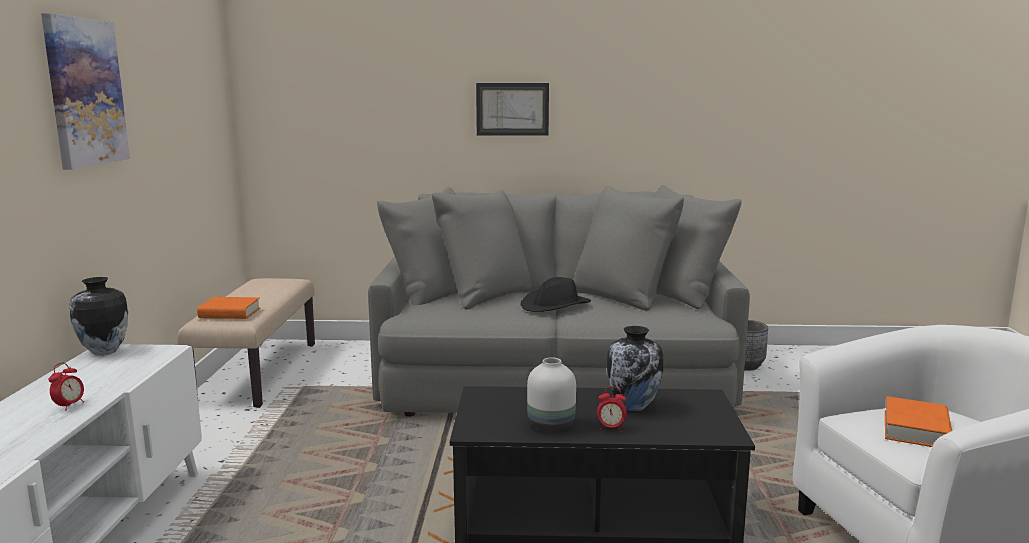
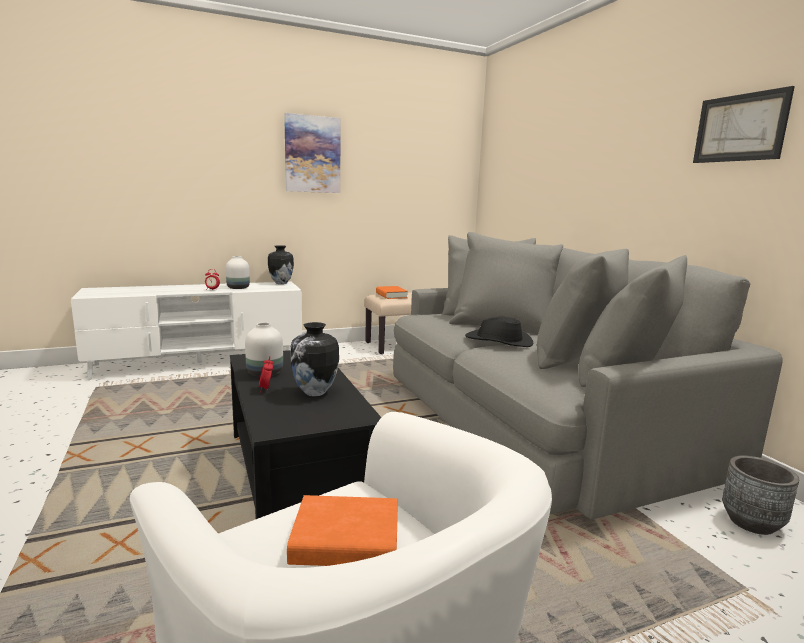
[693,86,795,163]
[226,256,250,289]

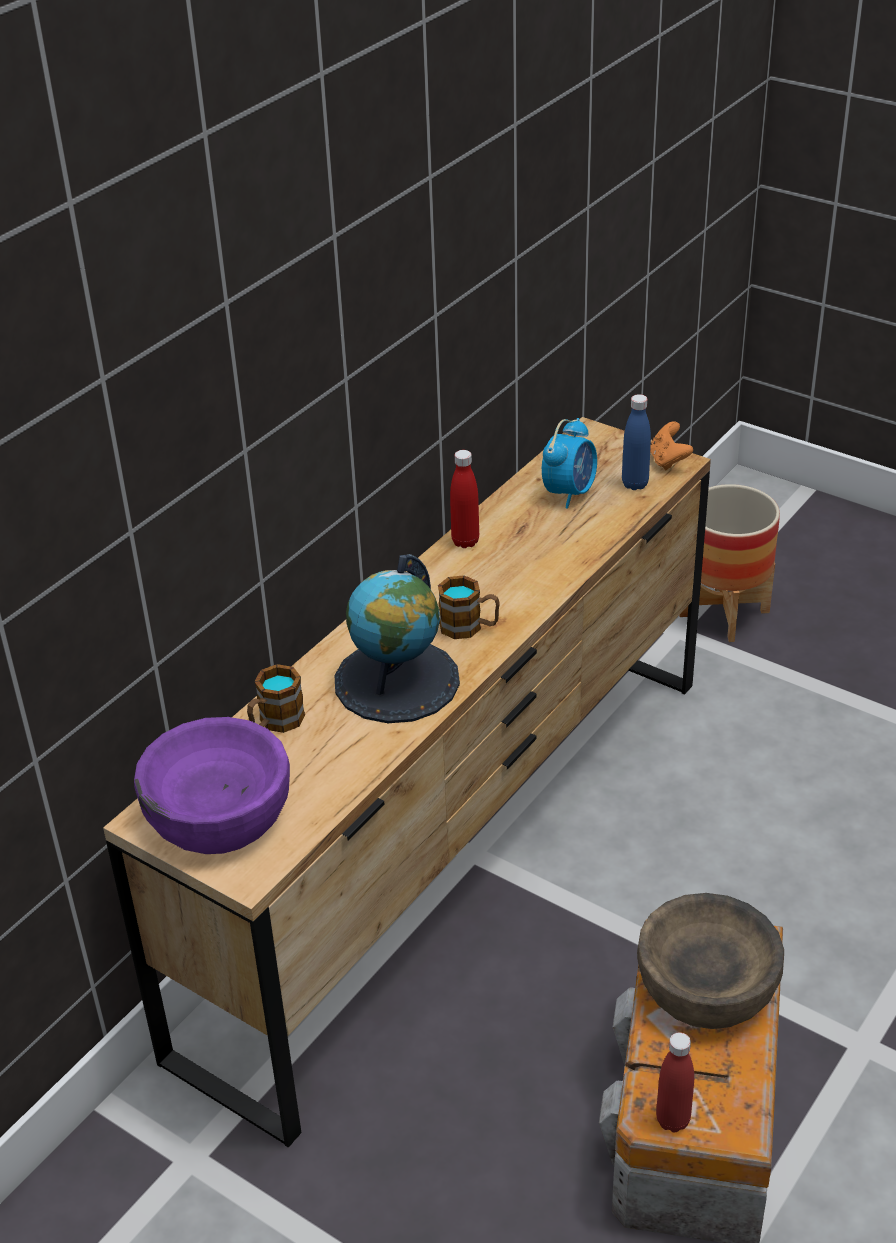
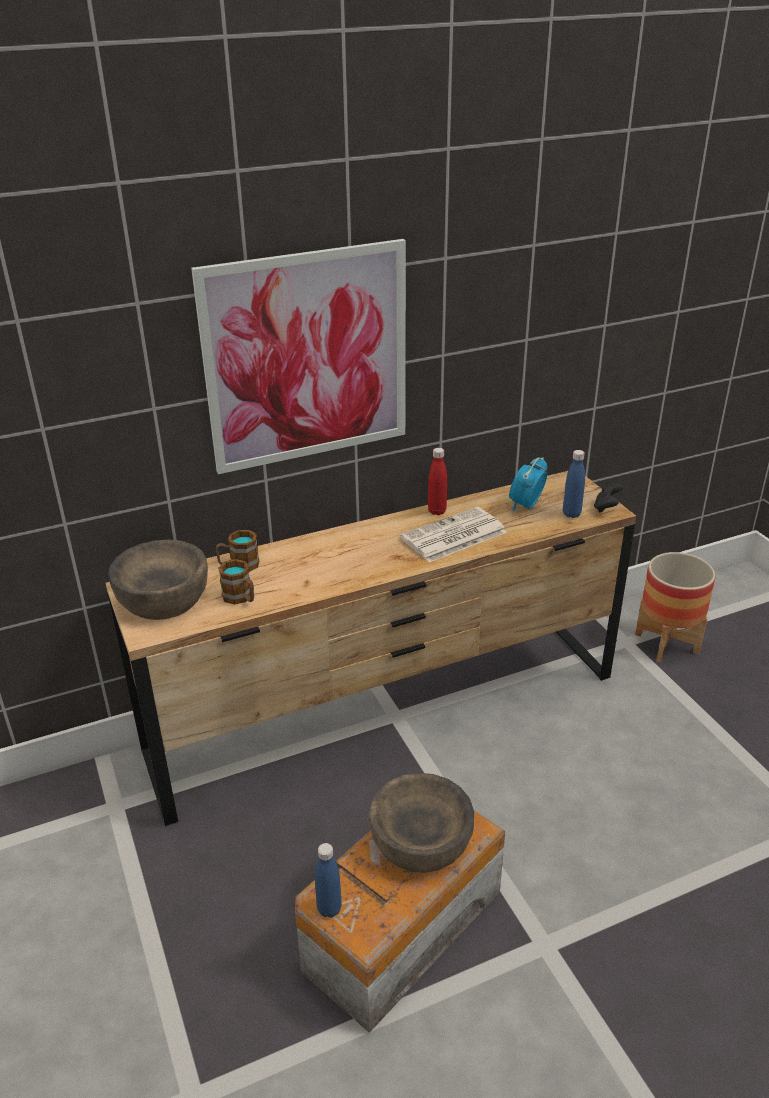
[108,539,208,620]
[335,554,460,723] (first image)
[218,559,254,605]
[509,457,547,511]
[594,483,623,513]
[315,843,342,918]
[191,239,406,474]
[400,507,507,563]

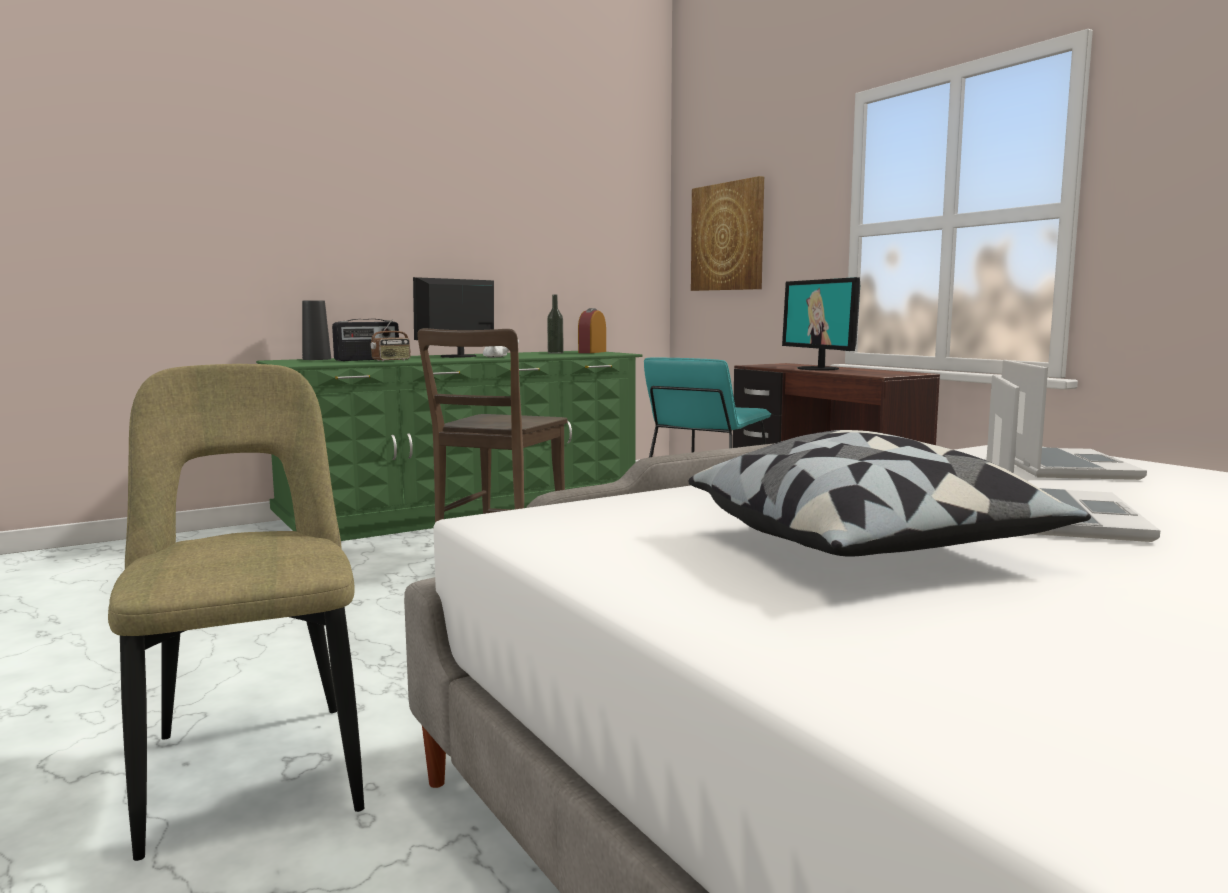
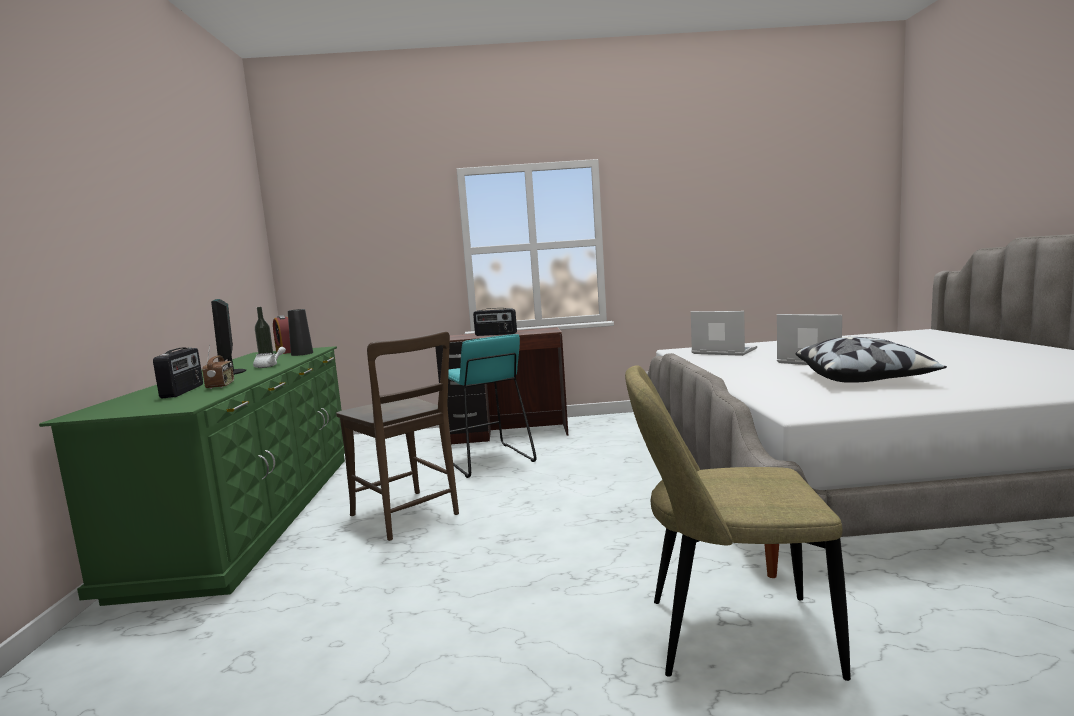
[288,309,313,356]
[691,176,764,291] (first image)
[473,308,517,336]

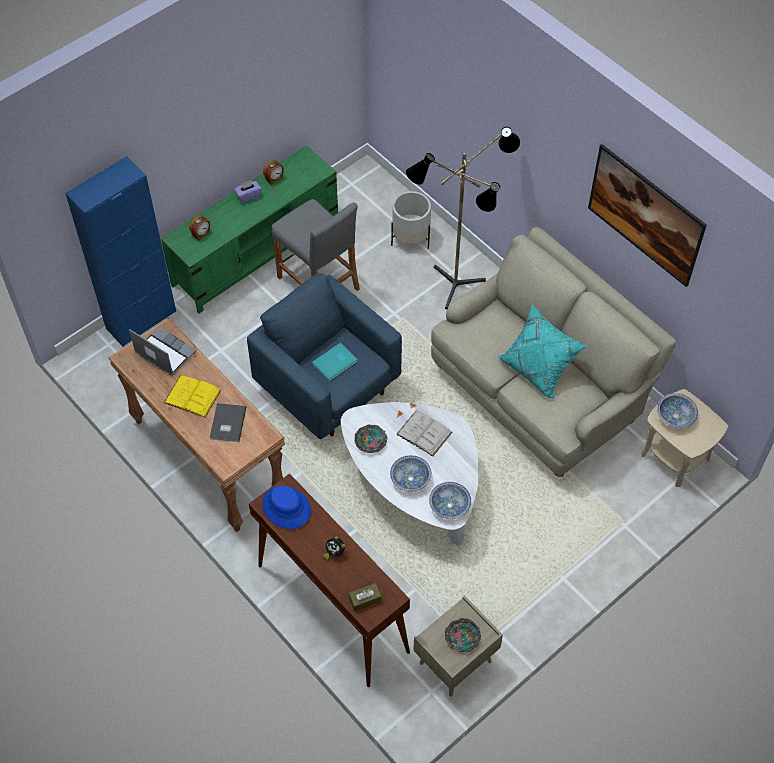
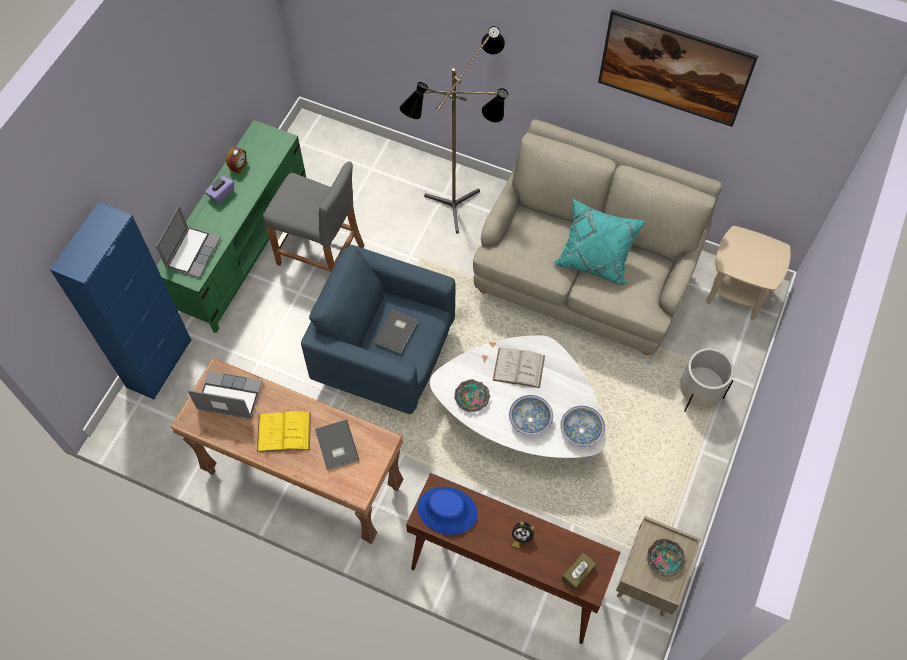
[156,206,221,278]
[374,310,418,354]
[680,348,734,412]
[657,393,698,428] (first image)

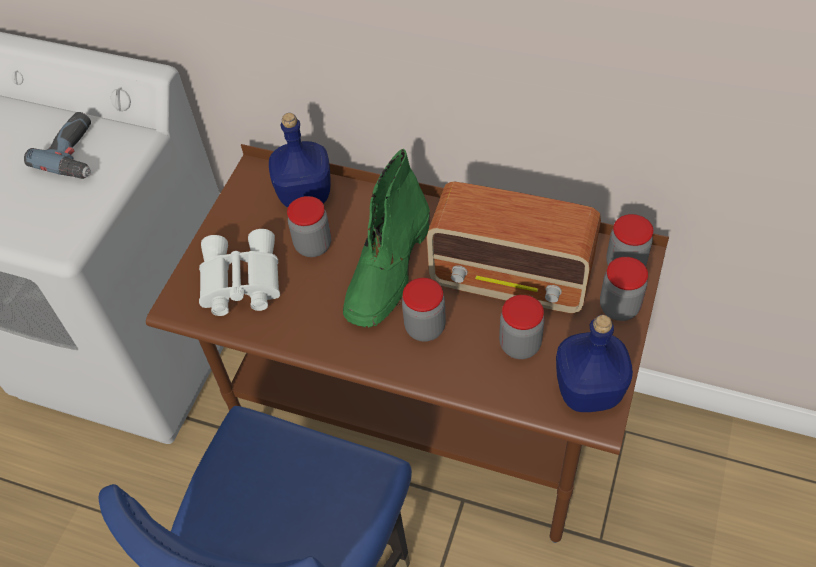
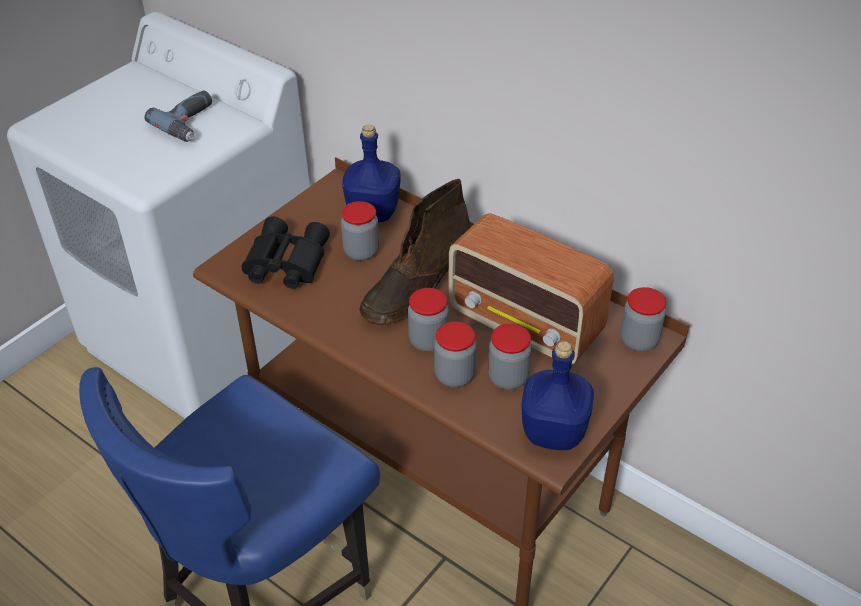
[241,216,330,289]
[359,179,471,326]
[434,322,477,387]

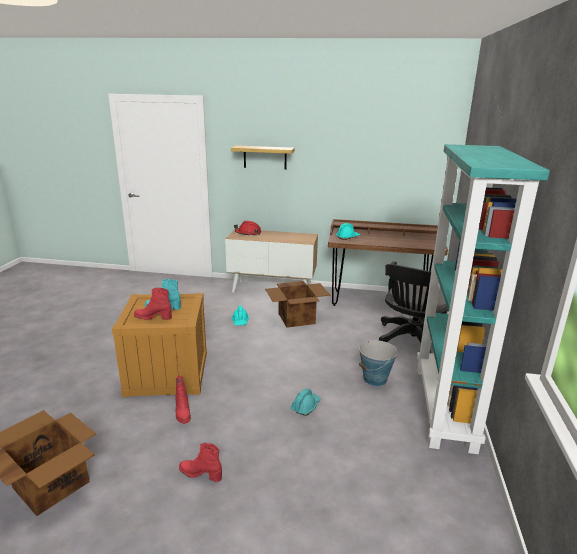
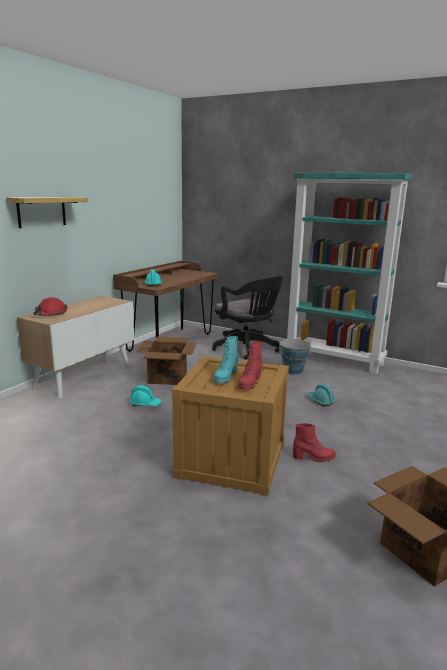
[179,443,222,482] (first image)

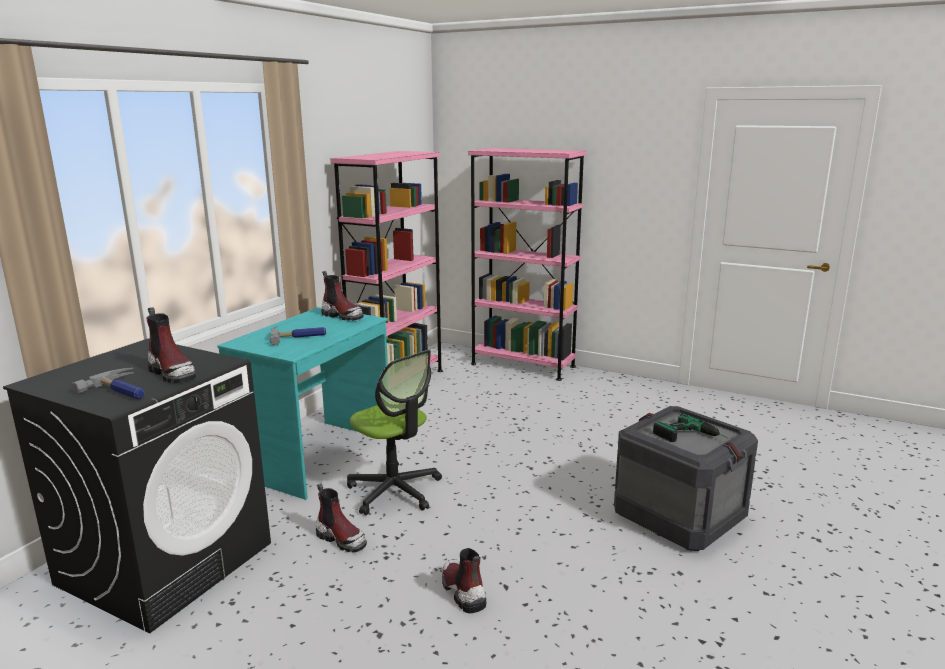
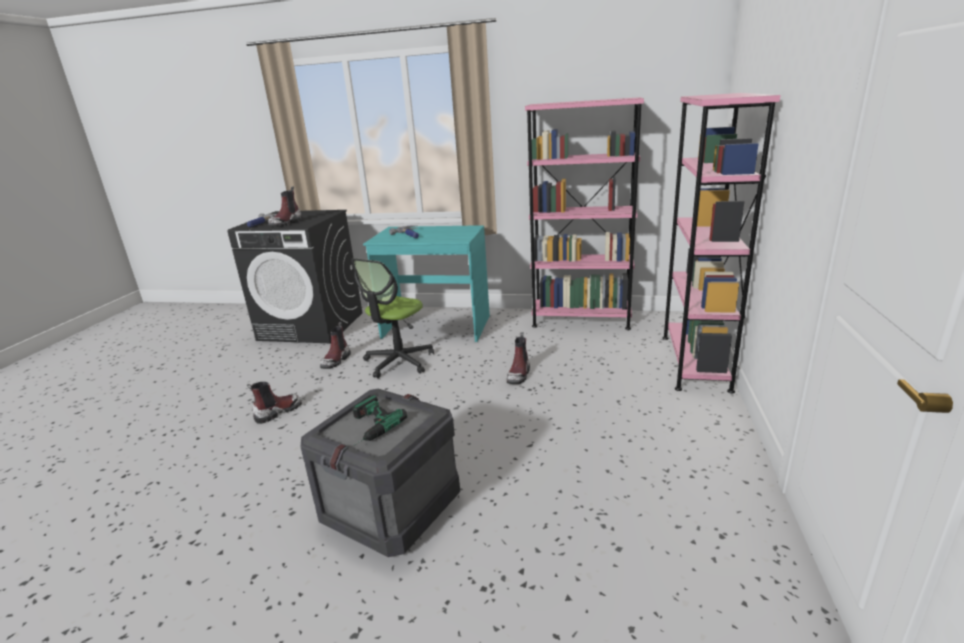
[507,332,530,384]

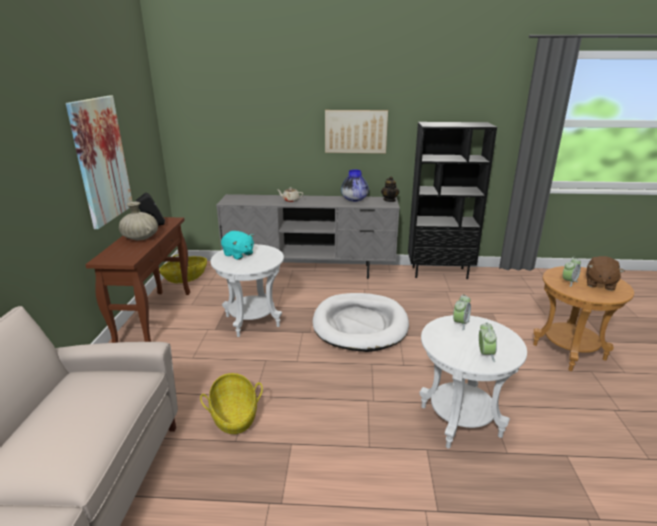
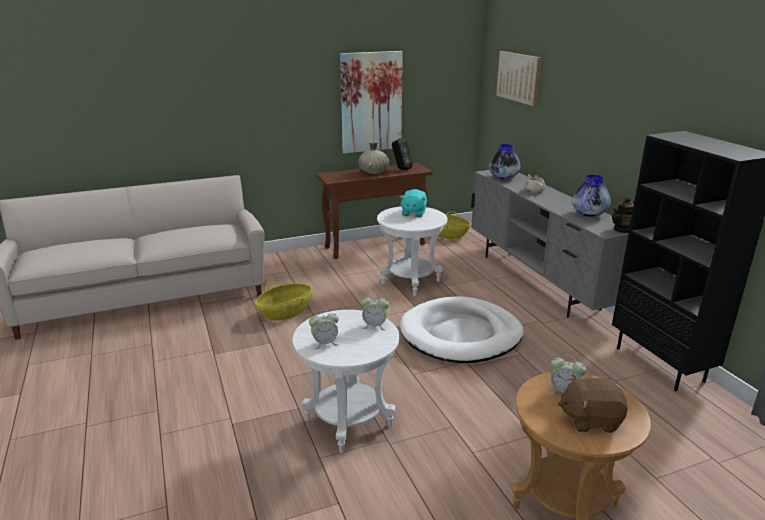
[496,51,542,106]
[489,144,520,179]

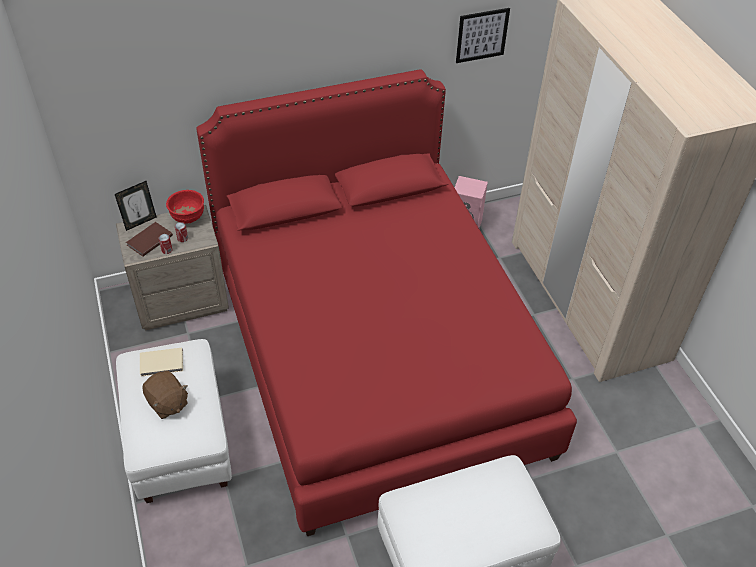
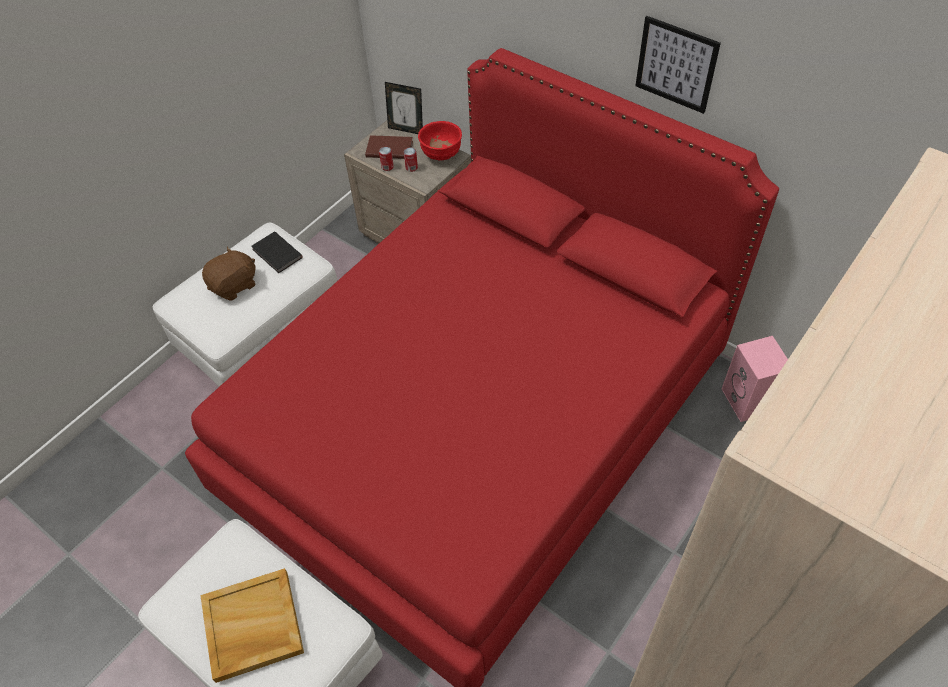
[251,232,303,273]
[202,247,256,300]
[635,16,721,114]
[200,568,304,683]

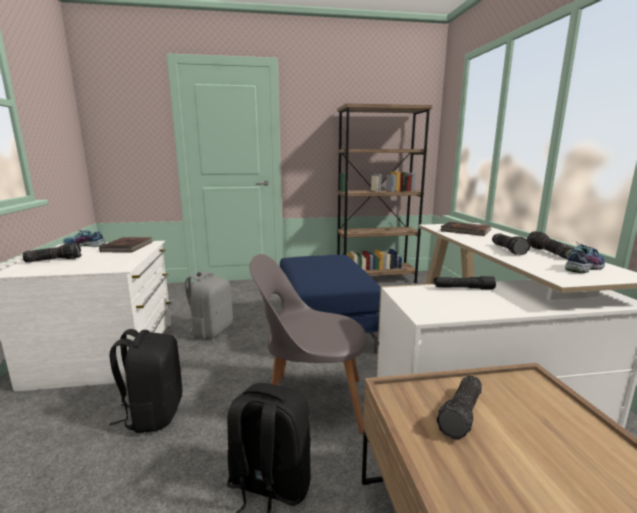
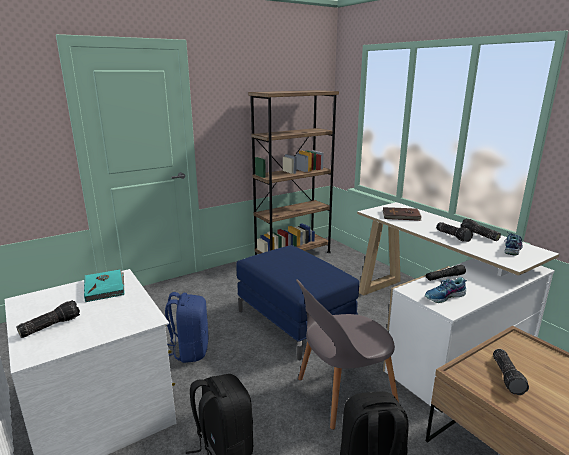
[425,277,467,303]
[84,270,125,302]
[165,292,209,363]

